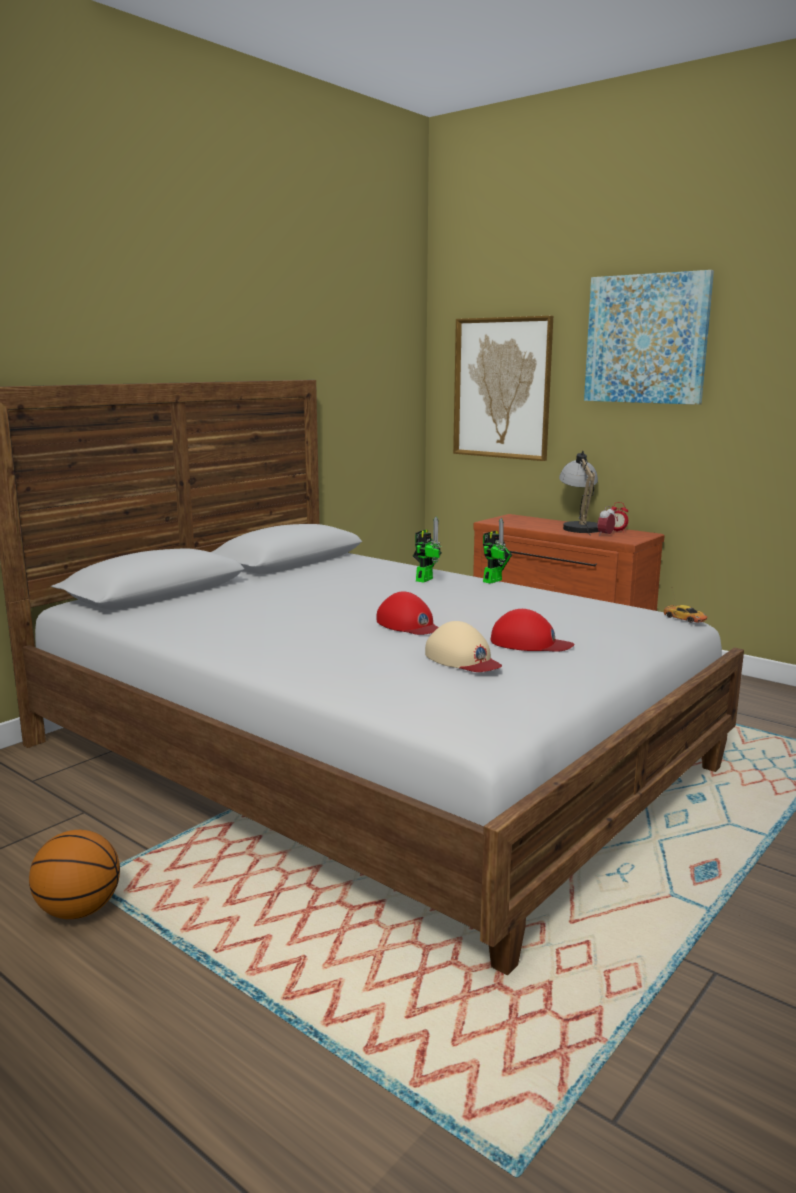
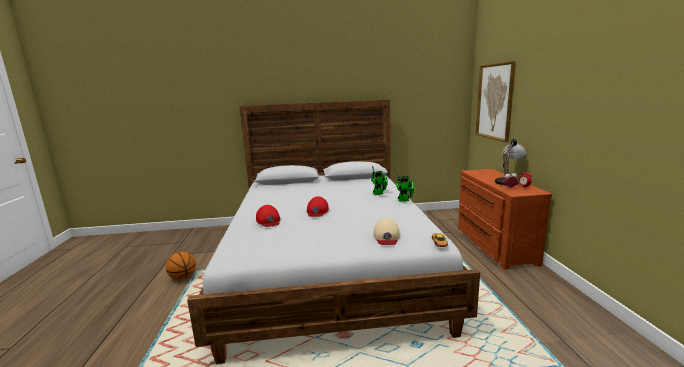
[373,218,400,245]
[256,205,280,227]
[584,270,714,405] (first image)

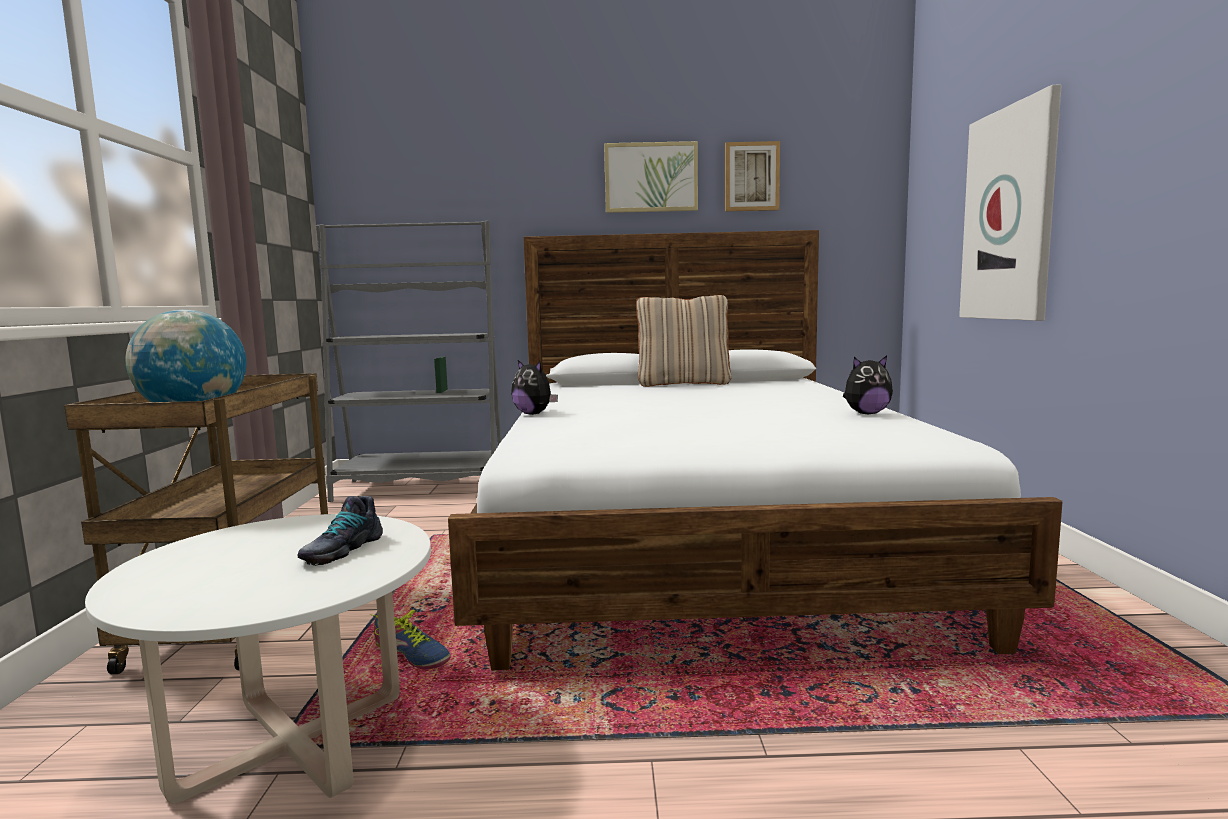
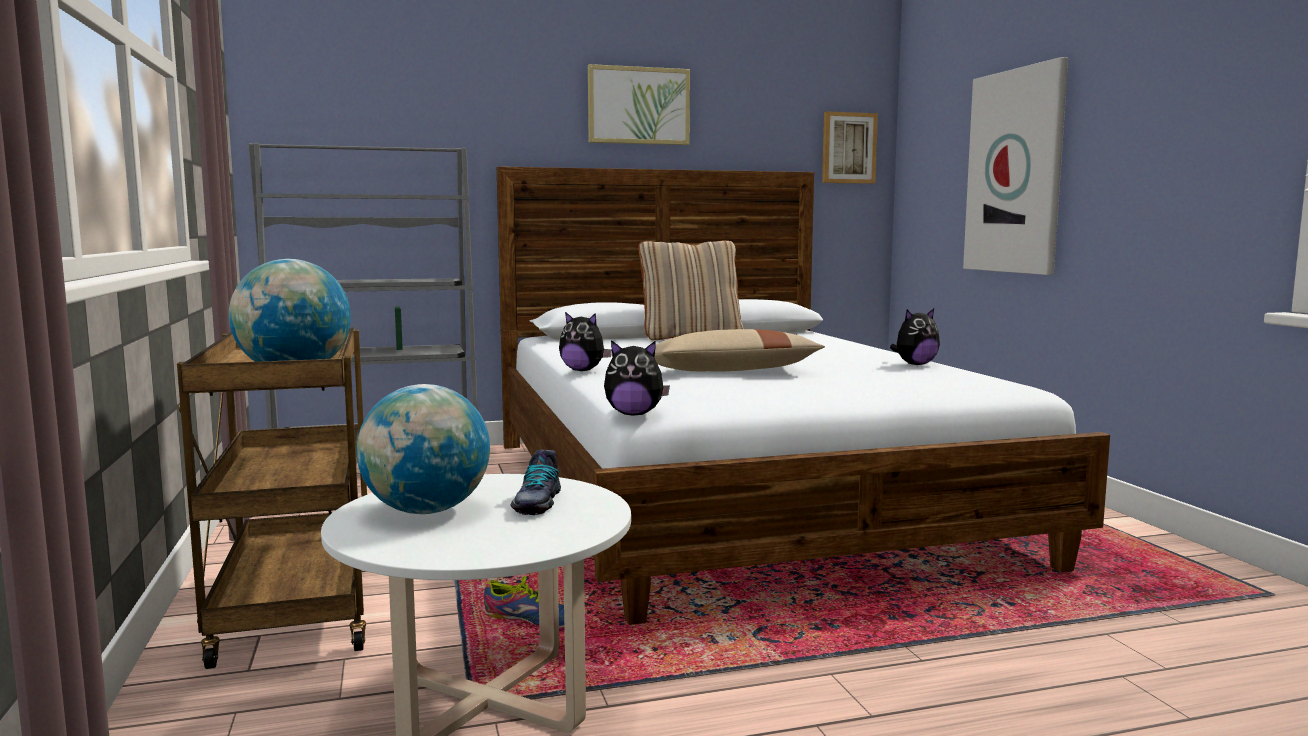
[822,111,878,184]
[356,384,490,514]
[604,340,670,416]
[655,329,825,371]

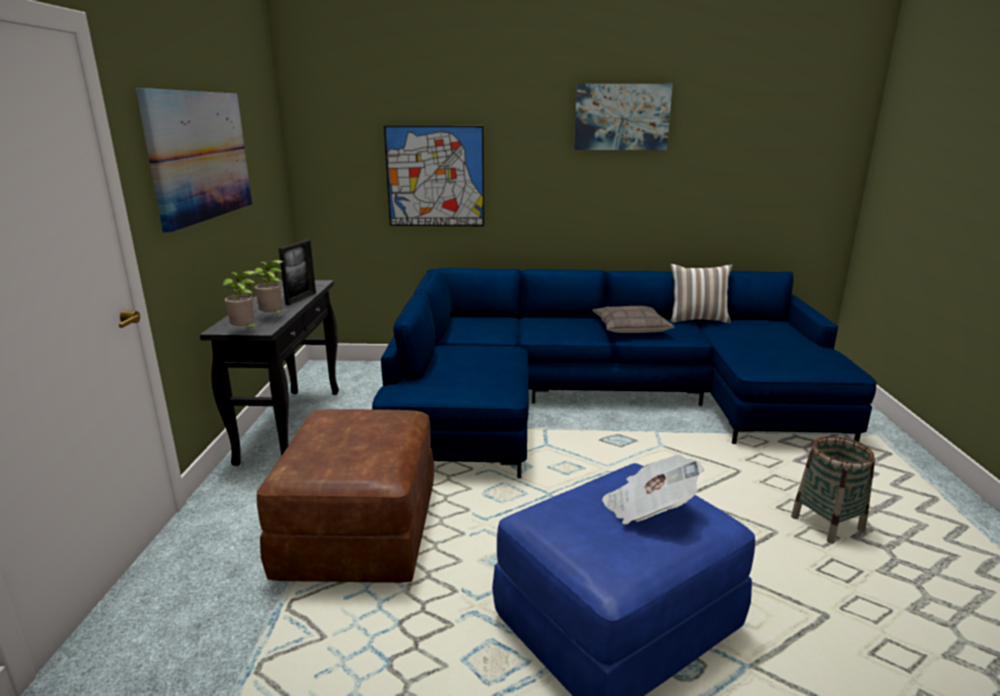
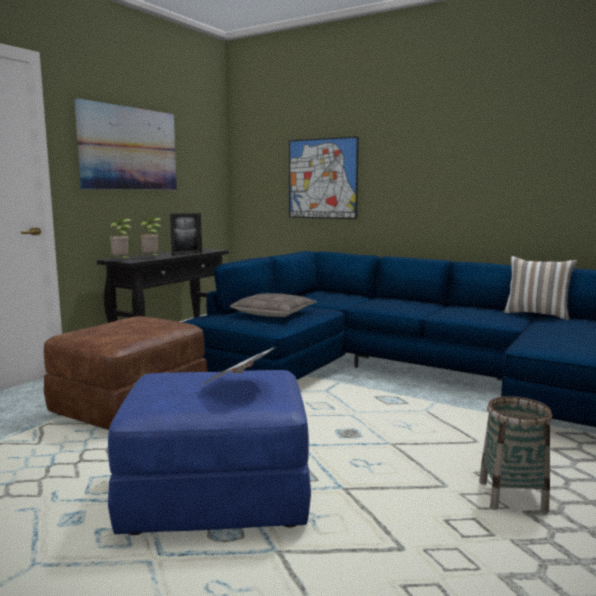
[574,84,673,150] (first image)
[230,293,317,317]

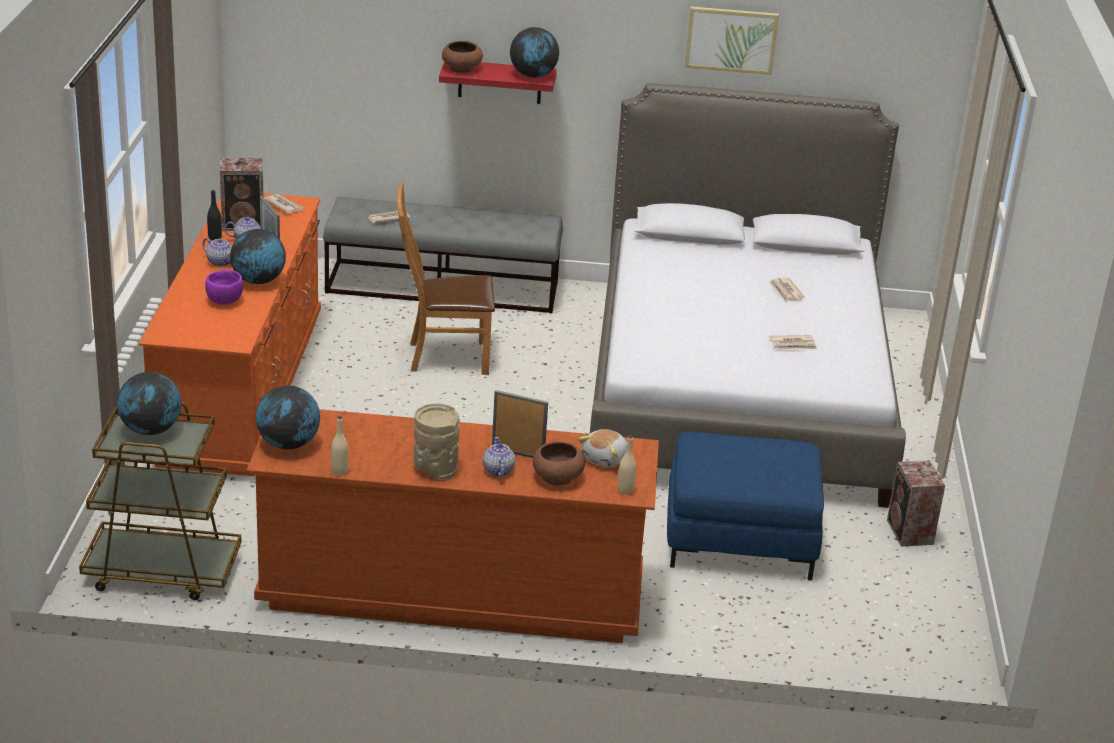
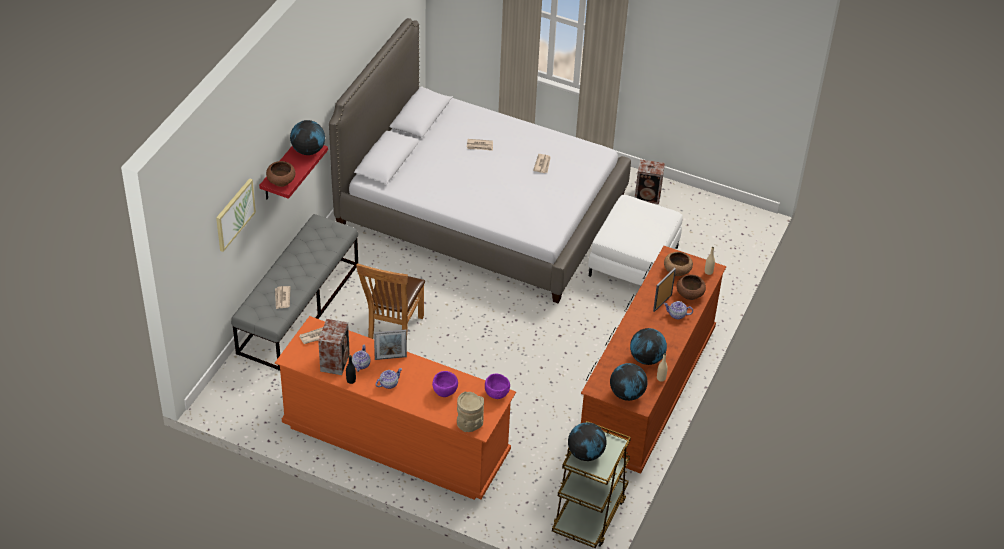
[630,328,667,365]
[457,391,484,432]
[664,252,693,276]
[588,195,683,285]
[216,178,256,252]
[485,374,510,399]

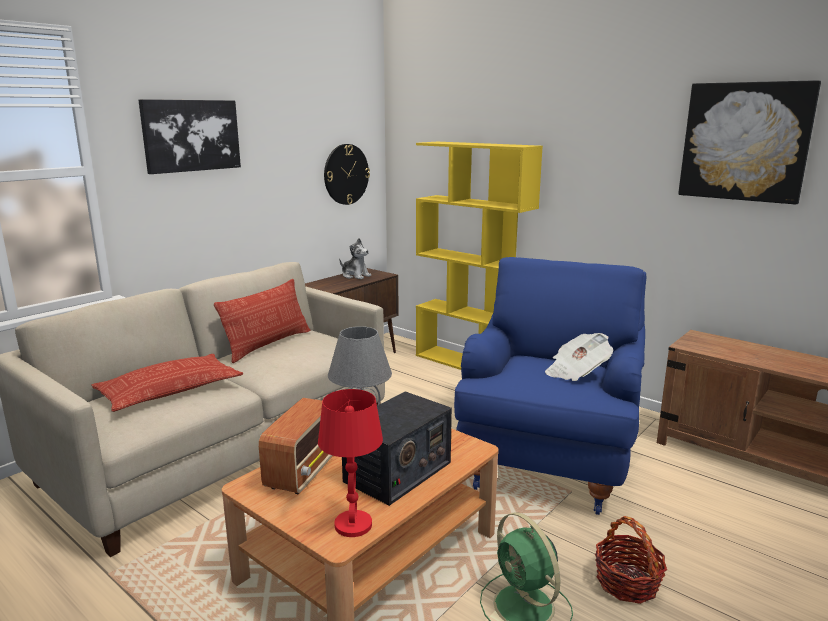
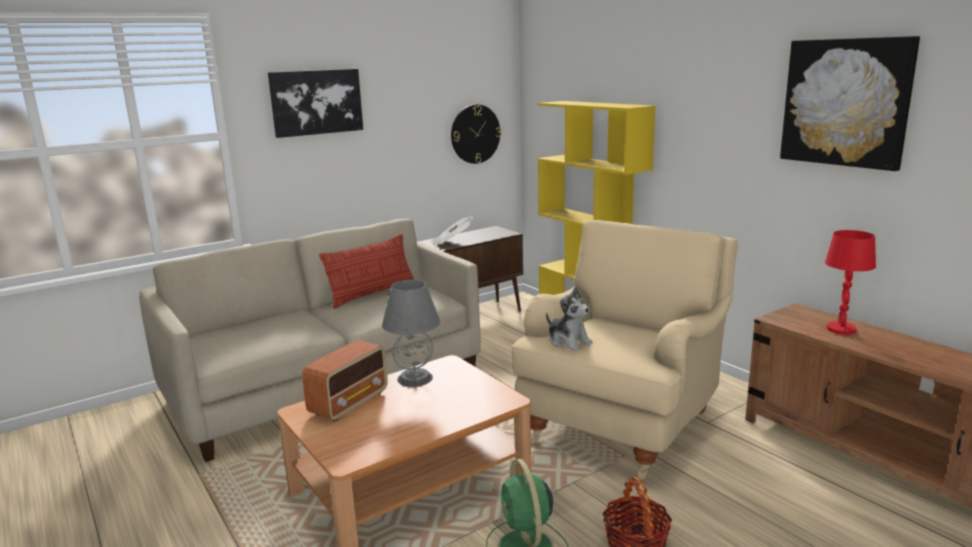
[91,354,243,412] (first image)
[825,230,876,335]
[546,287,593,351]
[342,391,452,506] (first image)
[512,220,738,480]
[431,217,473,245]

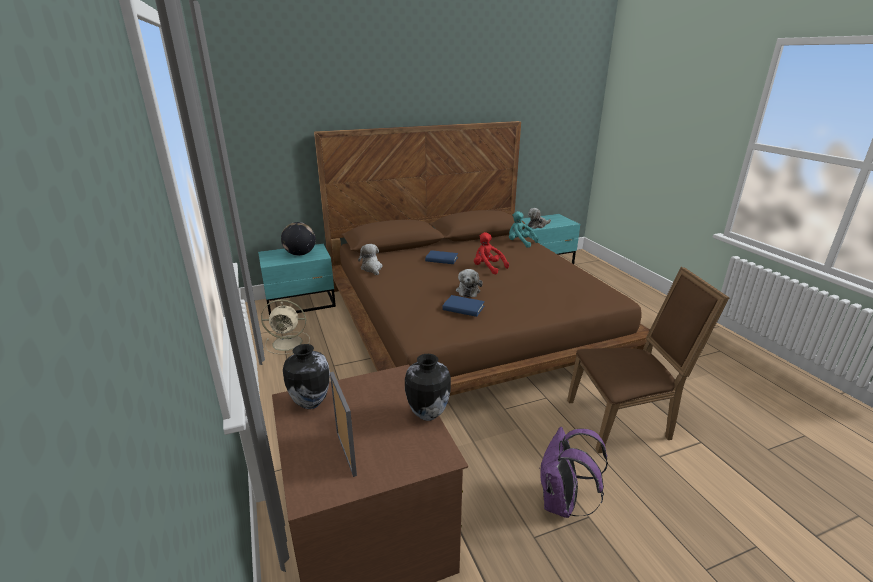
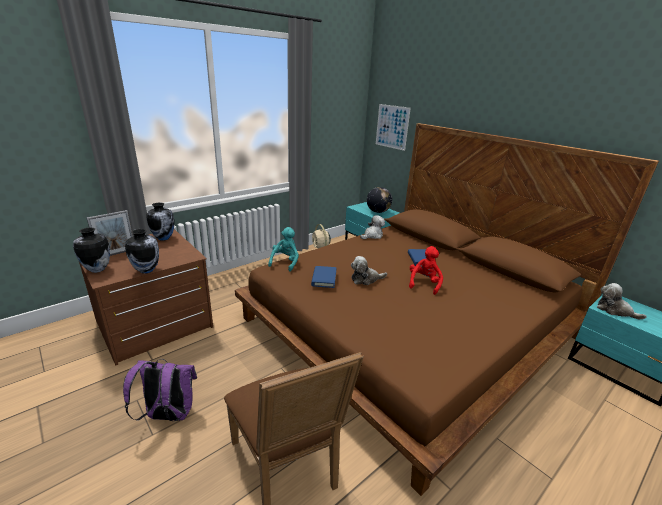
[268,227,299,272]
[73,228,110,273]
[376,104,411,151]

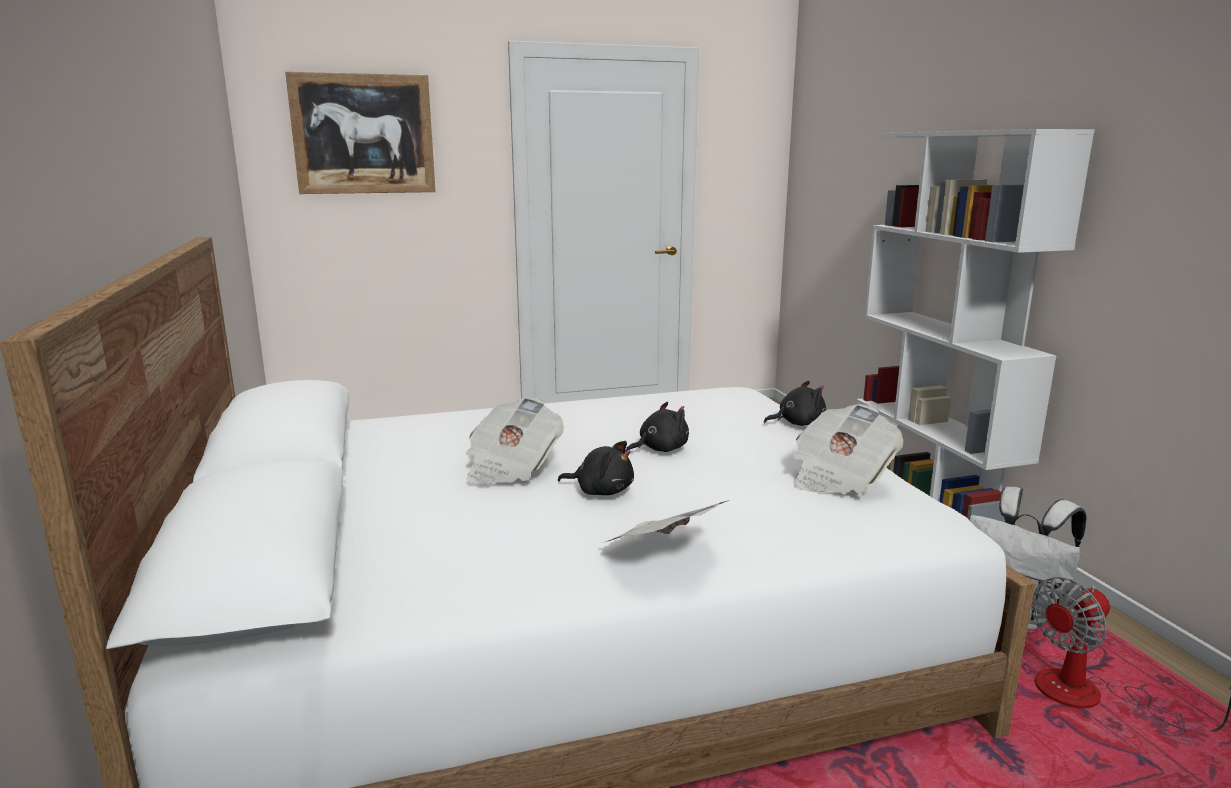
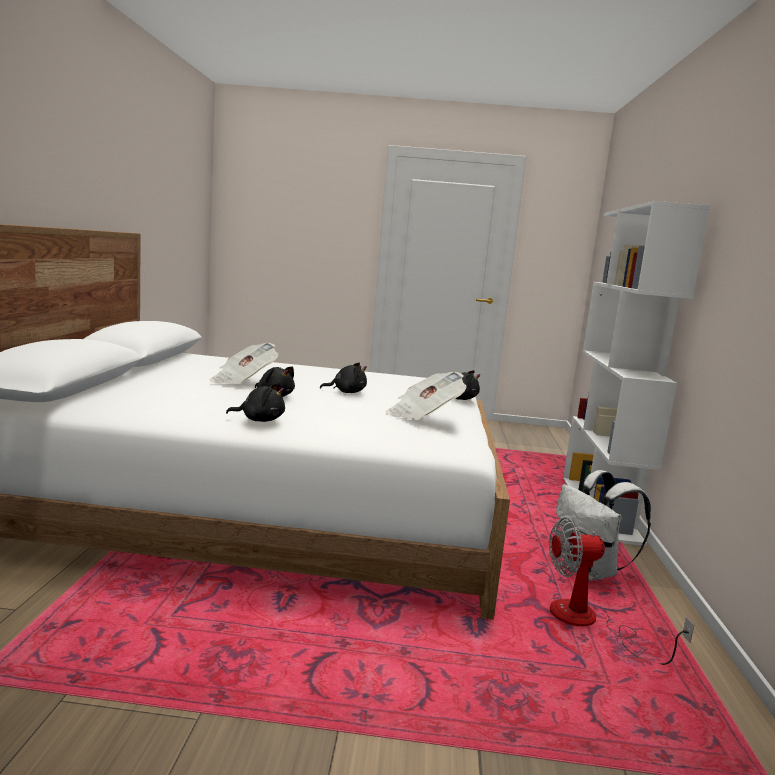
[285,72,436,194] (first image)
[226,383,285,422]

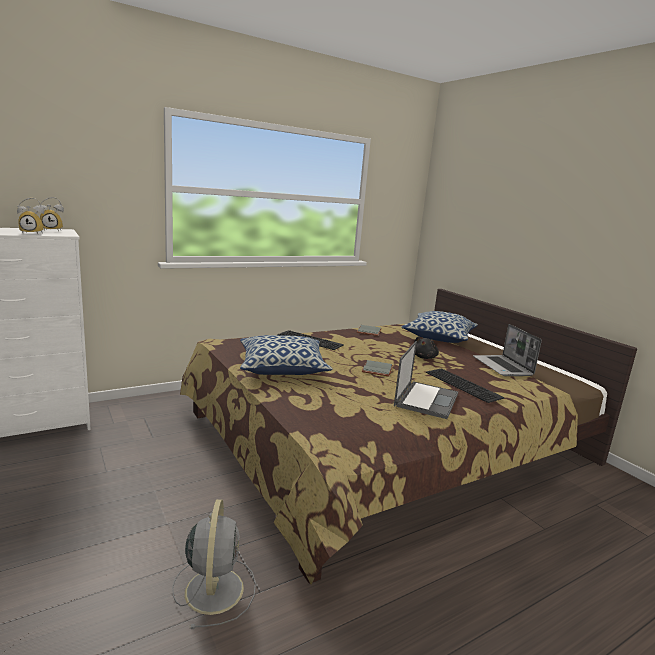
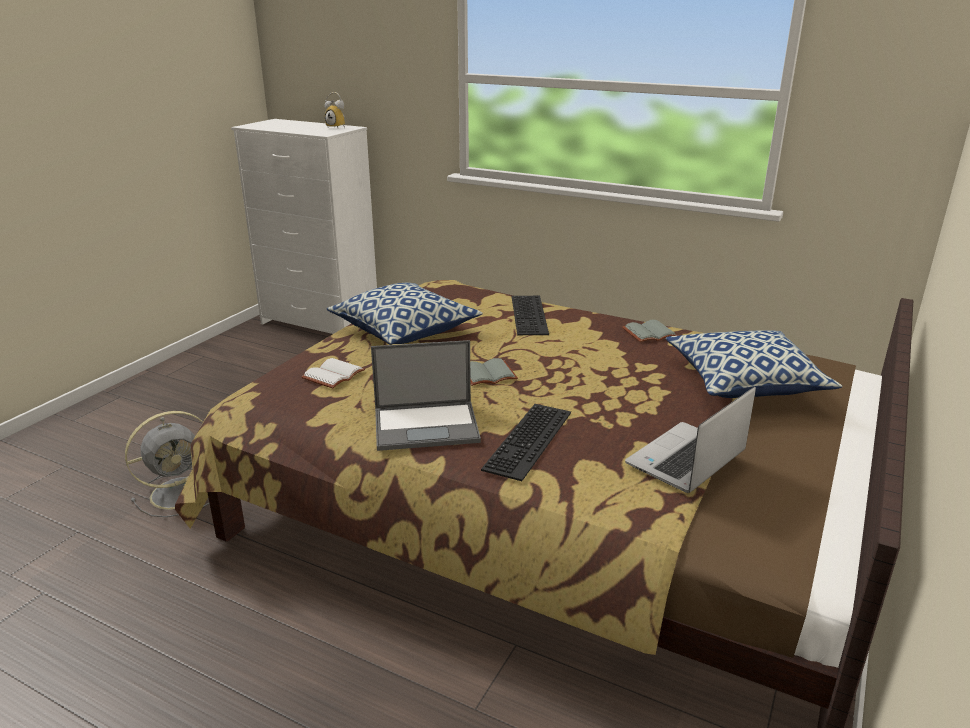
[17,198,44,234] (first image)
[414,337,439,359] (first image)
[302,358,365,388]

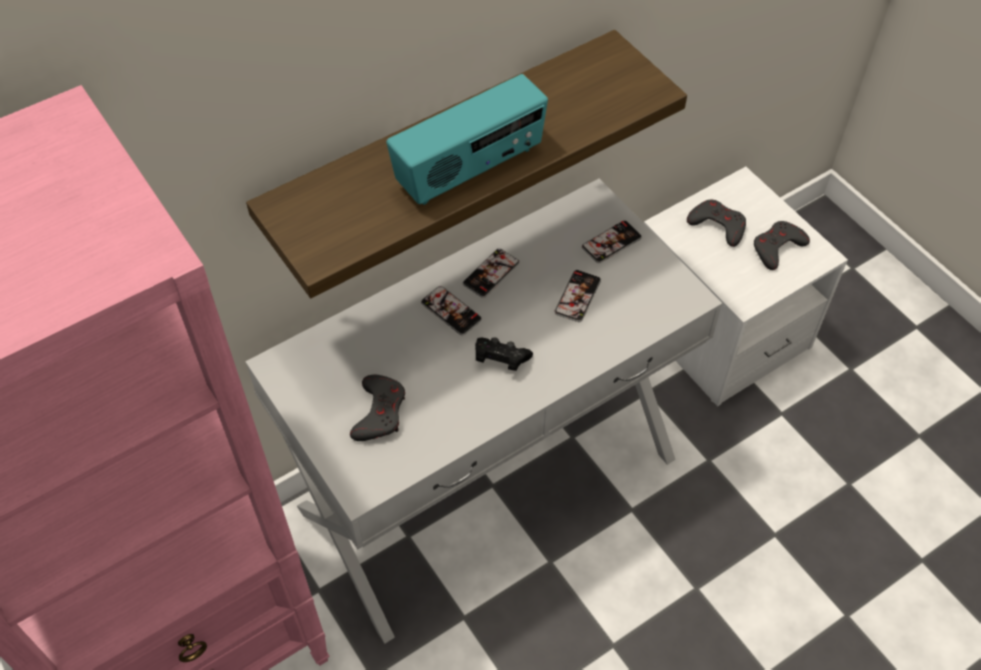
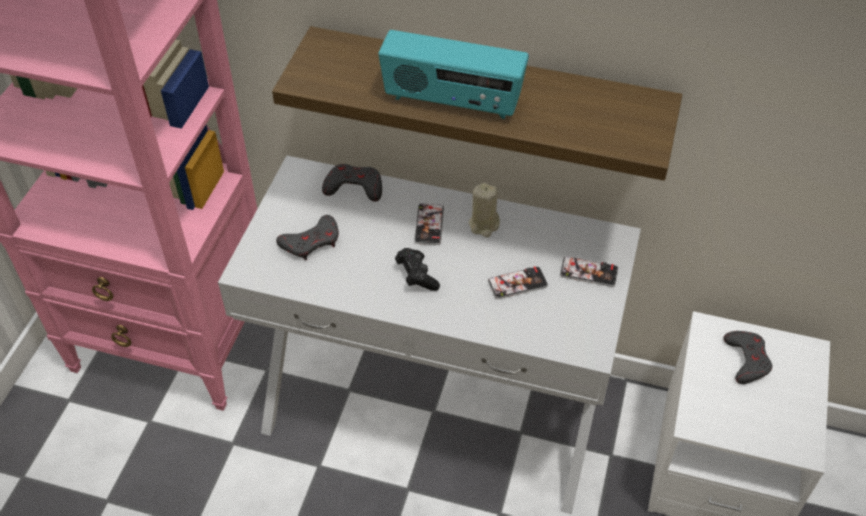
[469,183,500,237]
[322,164,382,202]

